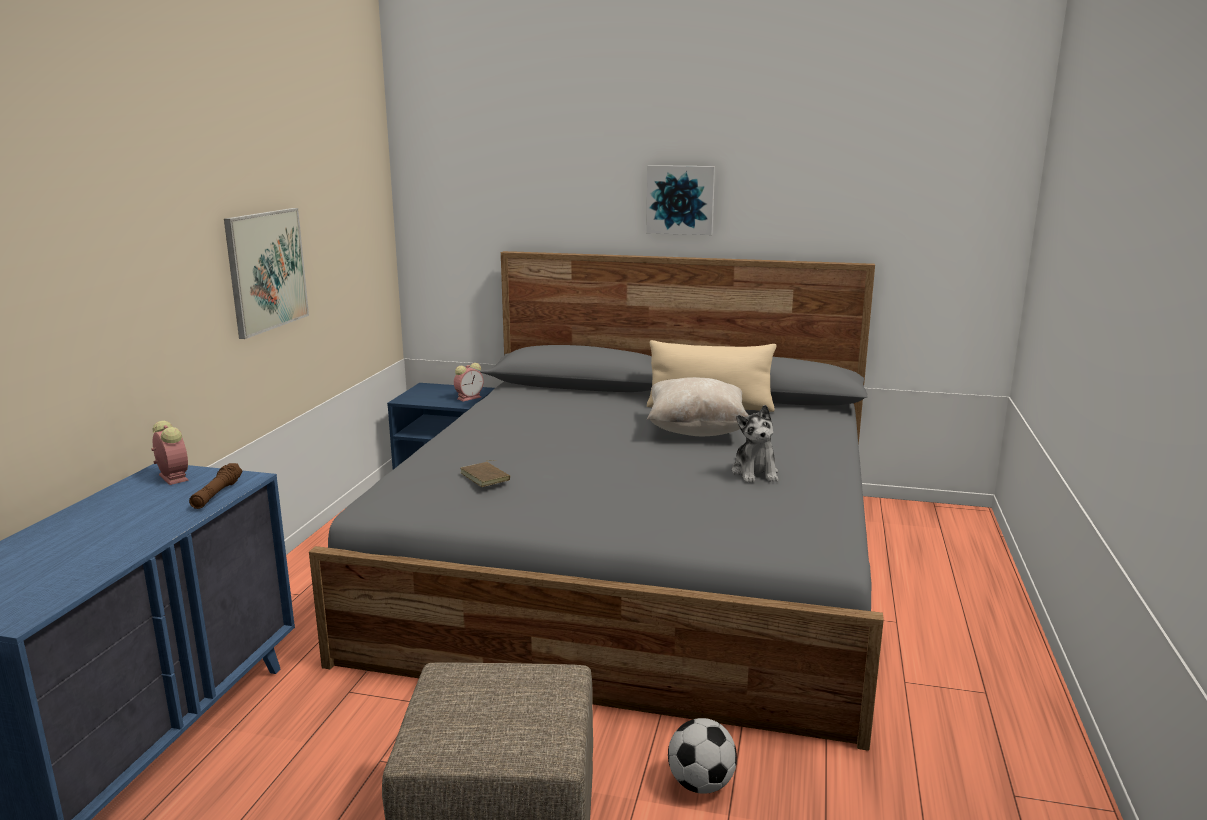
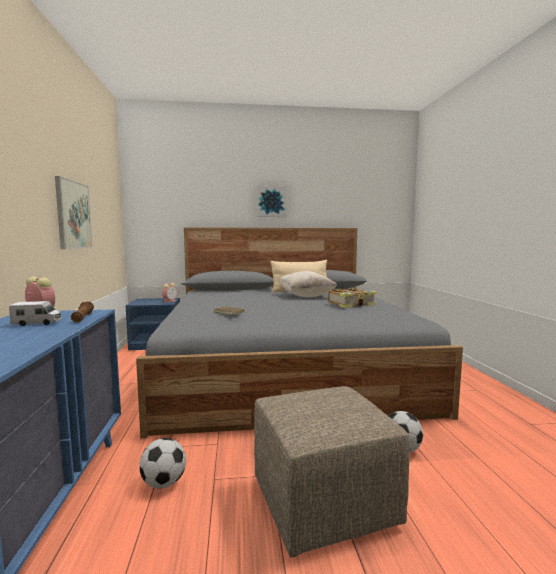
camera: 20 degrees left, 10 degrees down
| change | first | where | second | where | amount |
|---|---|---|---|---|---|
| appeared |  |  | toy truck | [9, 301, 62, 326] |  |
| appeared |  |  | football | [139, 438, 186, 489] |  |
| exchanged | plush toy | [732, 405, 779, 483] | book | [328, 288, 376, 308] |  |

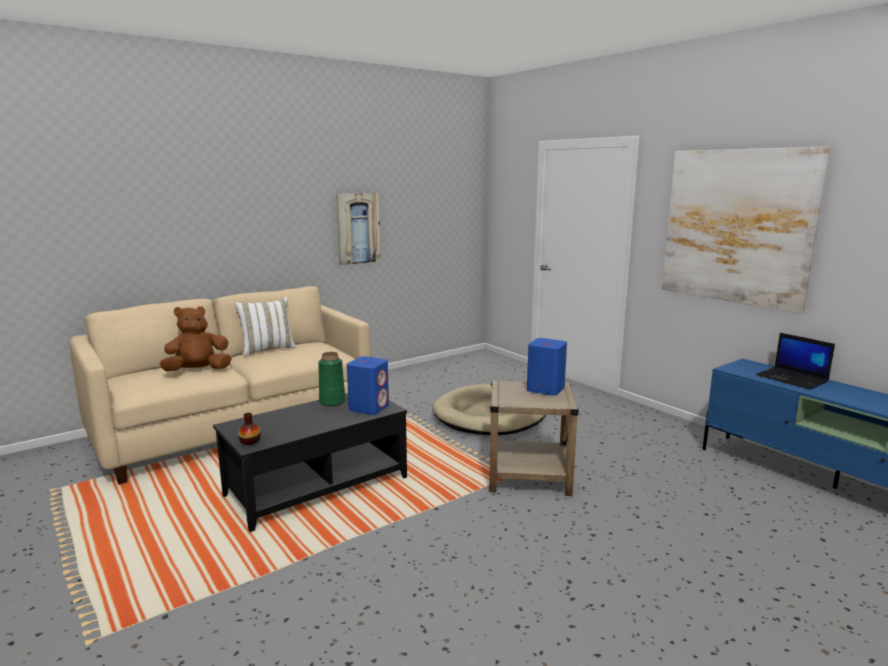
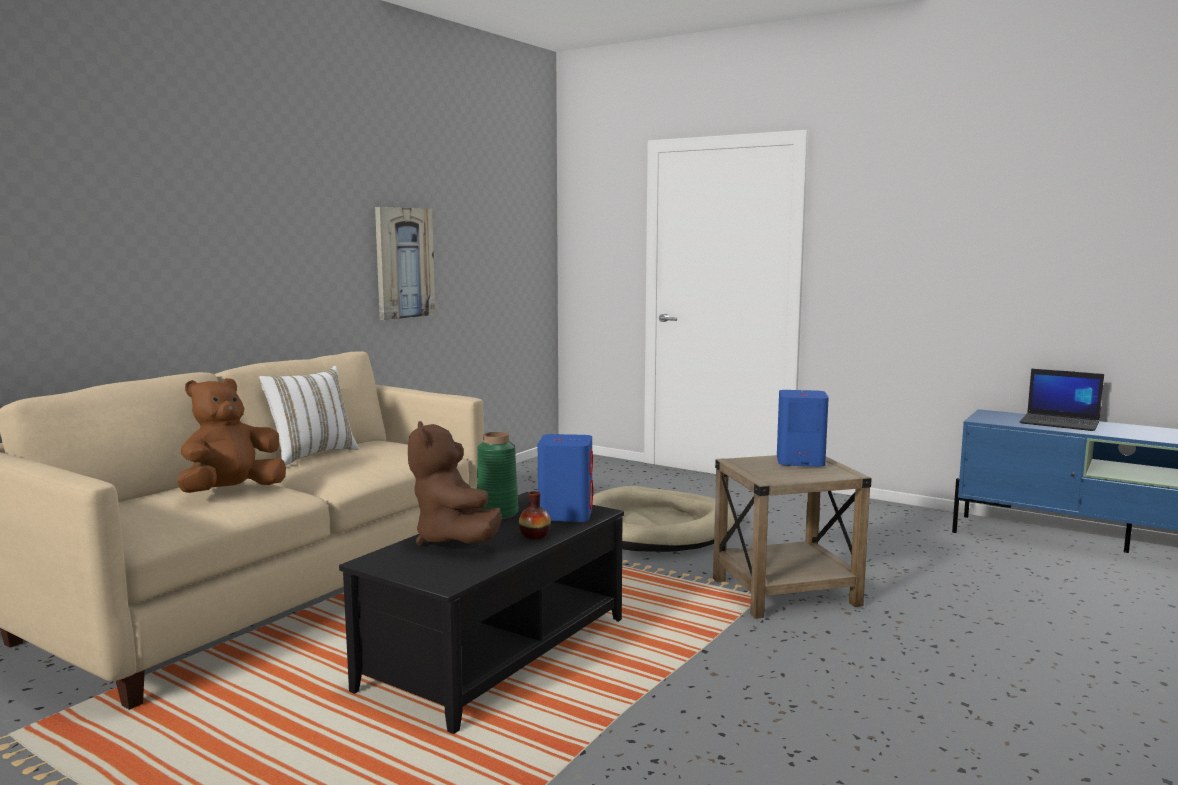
camera: 20 degrees left, 5 degrees down
| change | first | where | second | where | amount |
|---|---|---|---|---|---|
| appeared |  |  | brown plush toy | [408, 421, 502, 546] |  |
| relocated | vase | [238, 413, 261, 445] |  | [519, 491, 551, 539] |  |
| missing | picture | [662, 146, 831, 314] |  |  |  |

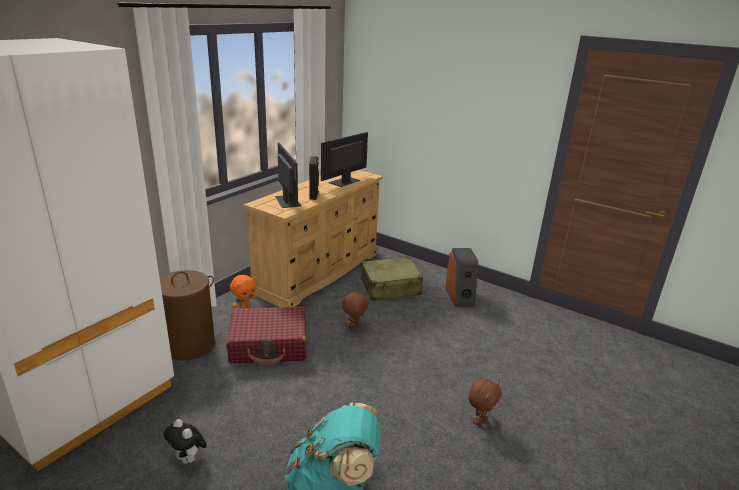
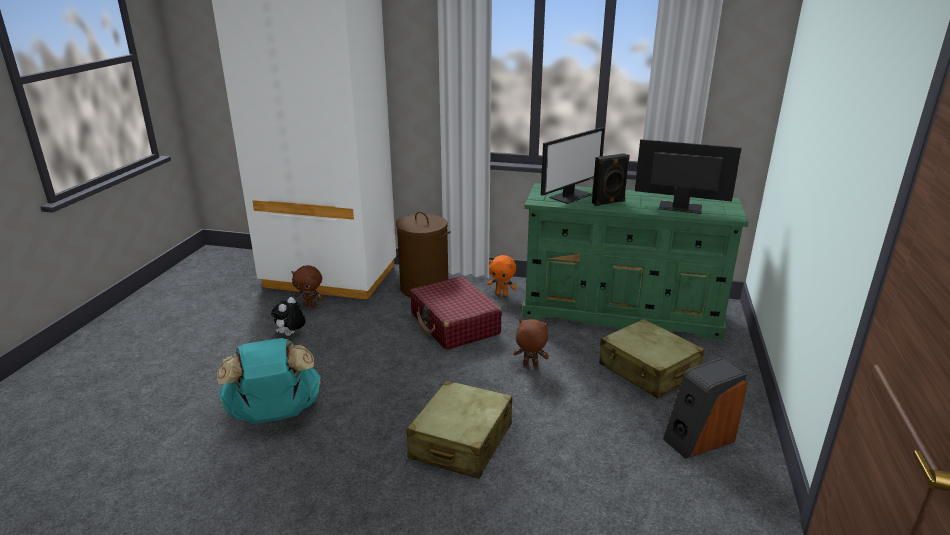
camera: 70 degrees right, 0 degrees up
| change | first | where | second | where | amount |
|---|---|---|---|---|---|
| relocated | brown plush toy | [468, 379, 502, 426] |  | [291, 265, 324, 307] |  |
| appeared |  |  | beige suitcase | [406, 380, 512, 479] |  |
| colour | beige dresser | [244, 170, 383, 307] | green dresser | [522, 183, 749, 340] |  |

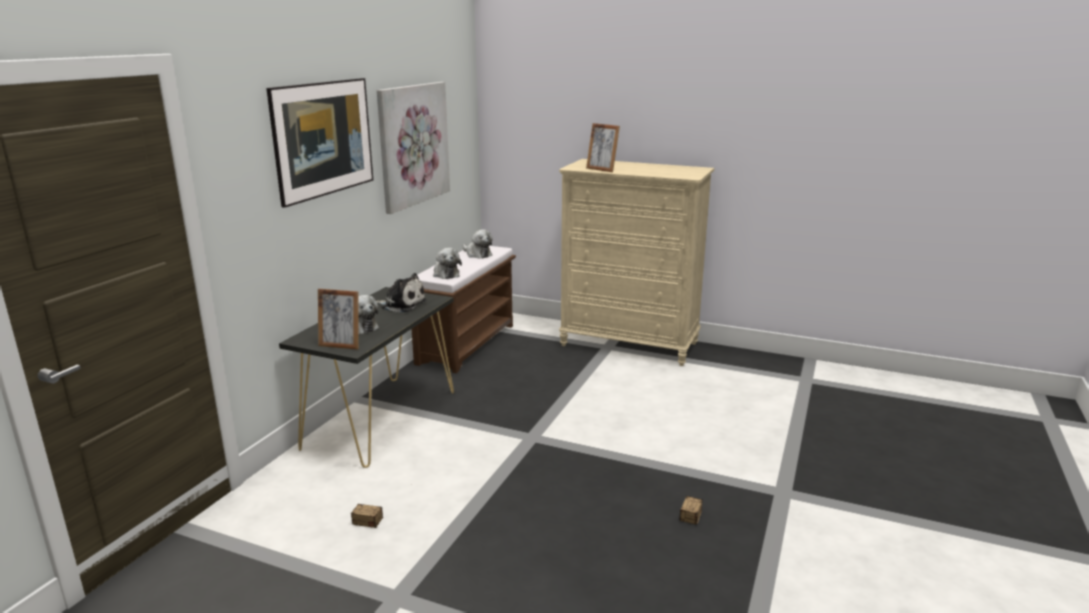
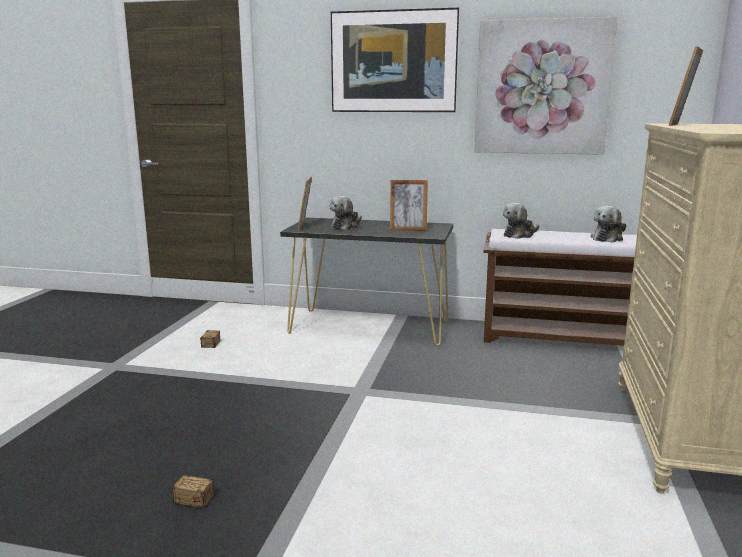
camera: 80 degrees right, 5 degrees down
| change | first | where | second | where | amount |
|---|---|---|---|---|---|
| exchanged | plush toy | [376, 273, 427, 312] | picture frame | [390, 180, 428, 231] |  |

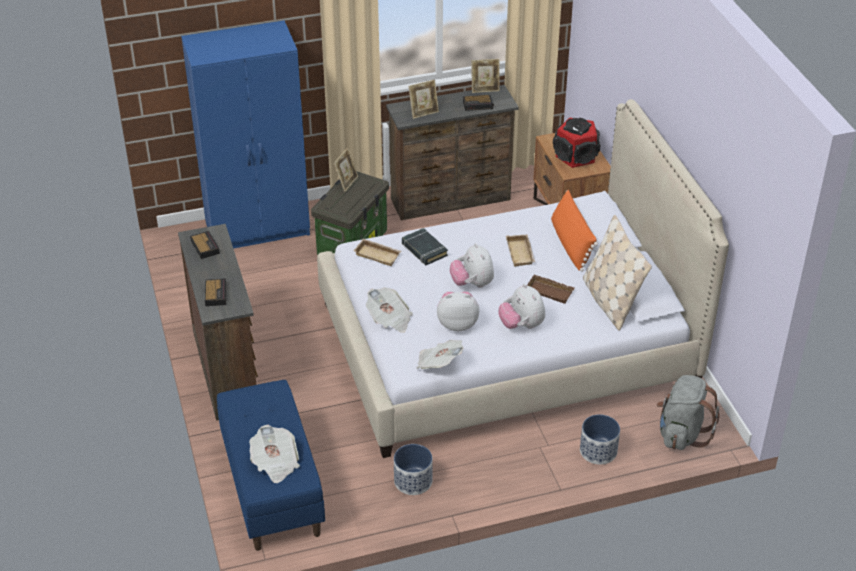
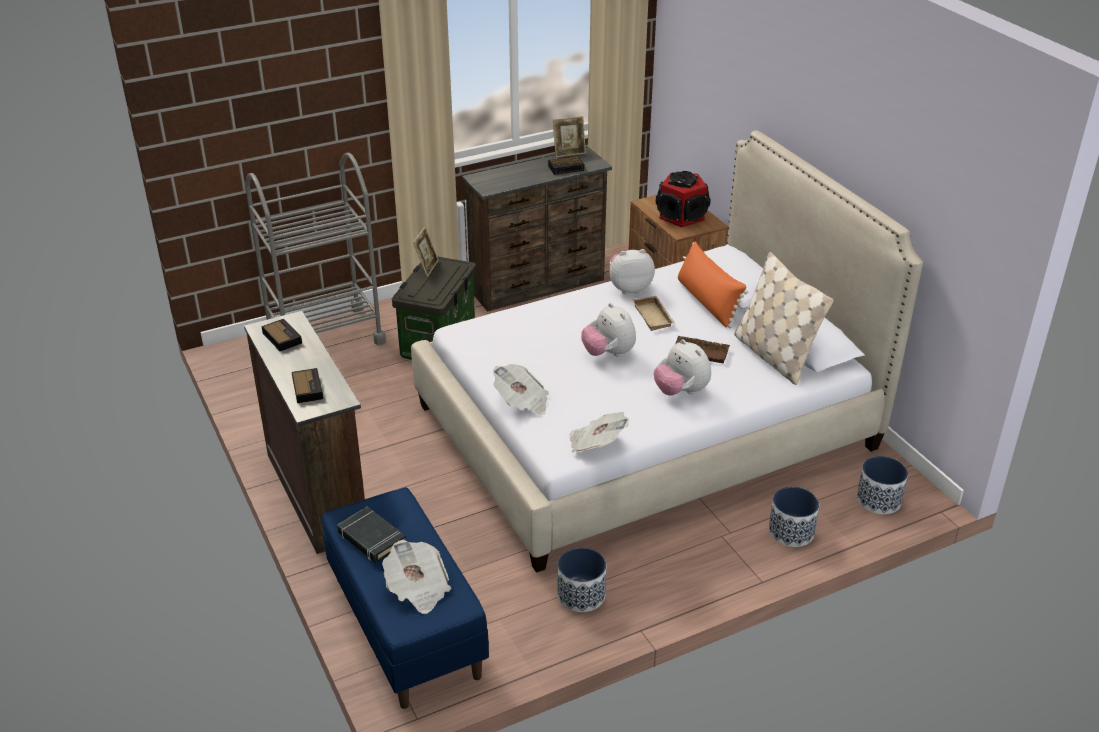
camera: 10 degrees left, 5 degrees down
| change | first | where | second | where | amount |
|---|---|---|---|---|---|
| exchanged | blue wardrobe | [181, 20, 310, 249] | grey cart | [245, 153, 386, 345] |  |
| relocated | black book | [402, 228, 448, 265] |  | [337, 506, 406, 563] |  |
| relocated | plush toy | [437, 292, 479, 331] |  | [609, 249, 655, 294] |  |
| exchanged | grey backpack | [657, 375, 719, 450] | planter | [857, 456, 908, 514] |  |
| missing | beige tray | [353, 239, 402, 266] |  |  |  |
| missing | picture frame | [409, 80, 439, 119] |  |  |  |

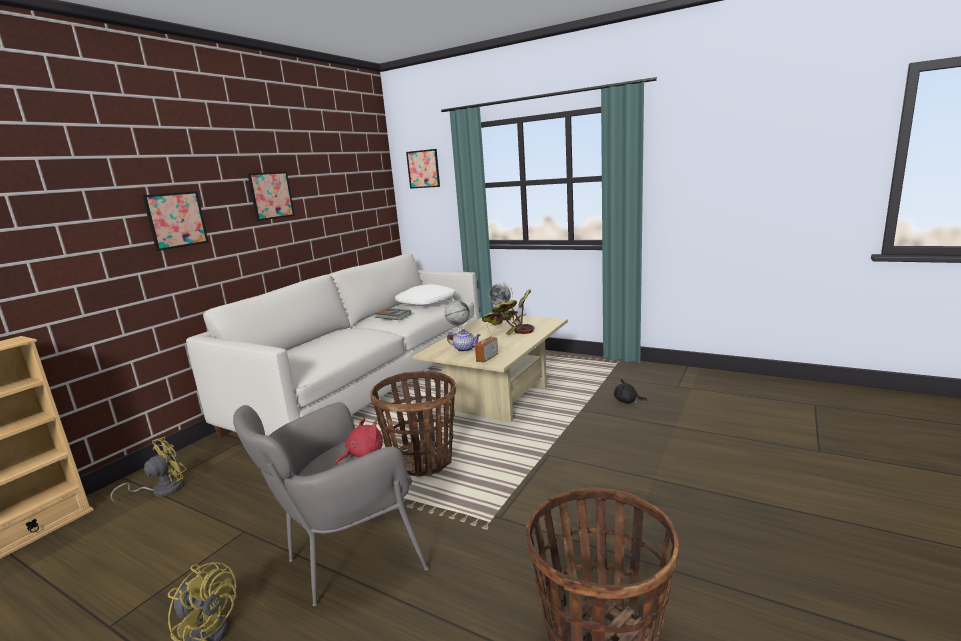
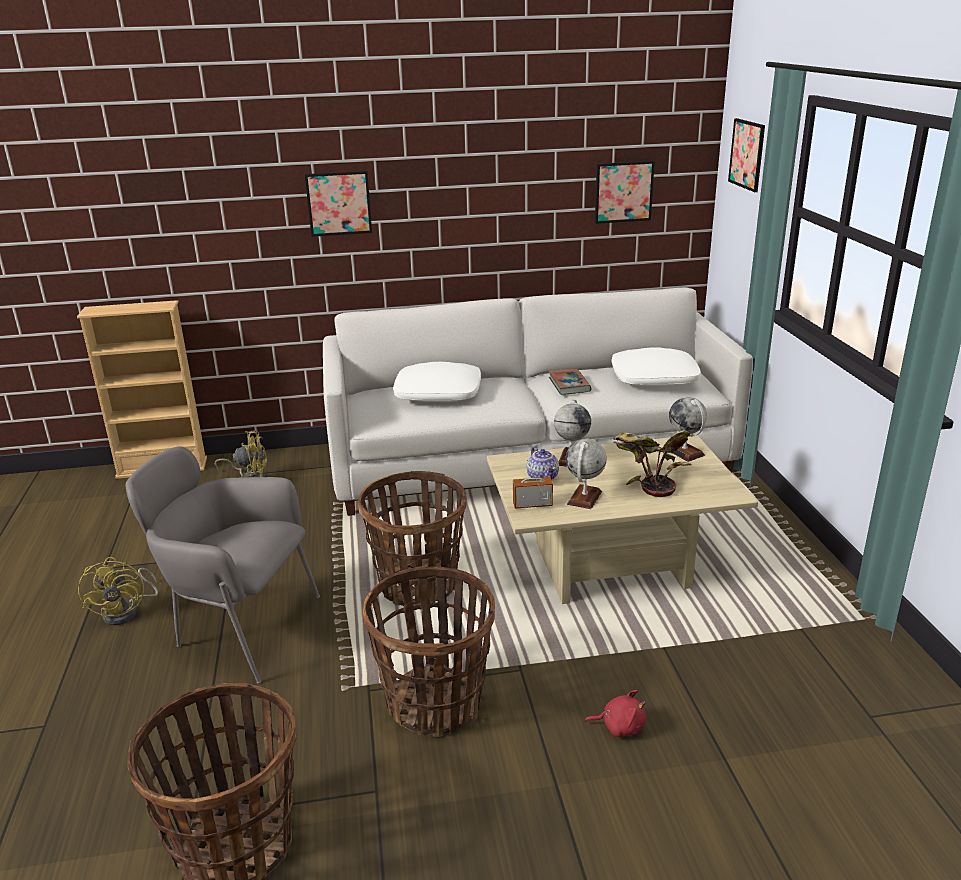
camera: 50 degrees right, 10 degrees up
| change | first | where | second | where | amount |
|---|---|---|---|---|---|
| appeared |  |  | basket | [363, 565, 495, 737] |  |
| appeared |  |  | white pillow | [393, 362, 481, 402] |  |
| appeared |  |  | globe | [566, 439, 607, 509] |  |
| relocated | red plush toy | [335, 418, 383, 465] |  | [585, 690, 646, 737] |  |
| relocated | picture | [247, 171, 295, 221] |  | [595, 161, 655, 224] |  |
| missing | black plush toy | [614, 379, 647, 403] |  |  |  |

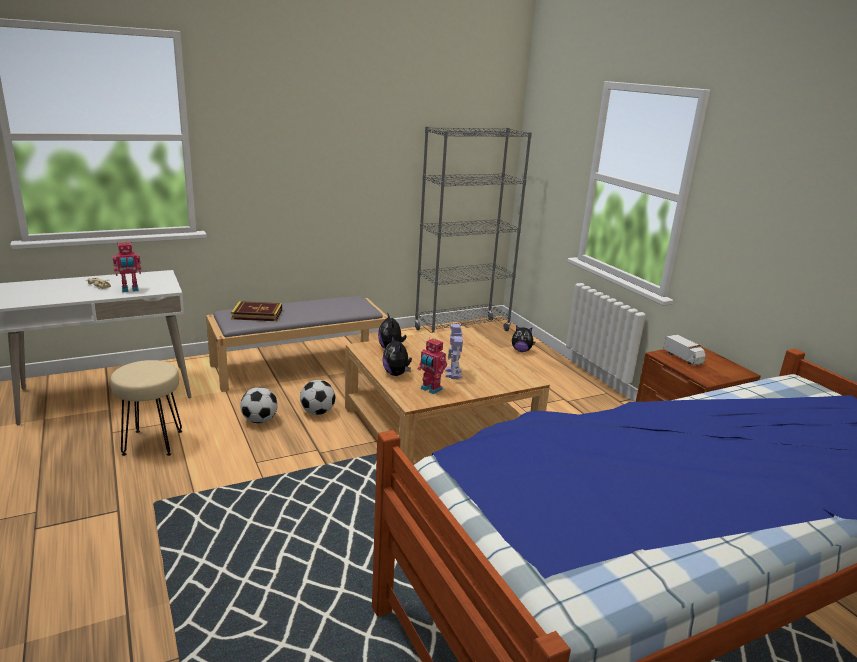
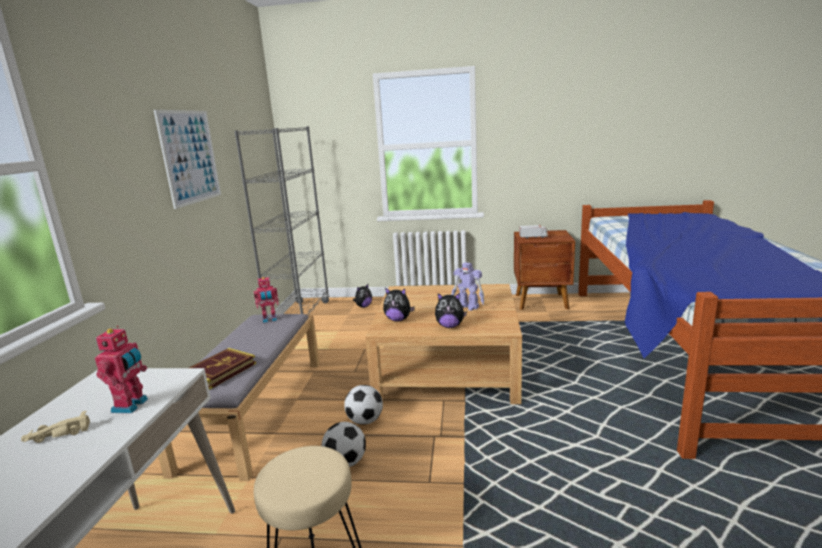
camera: 55 degrees left, 5 degrees down
| change | first | where | second | where | amount |
|---|---|---|---|---|---|
| appeared |  |  | picture | [154, 110, 221, 209] |  |
| relocated | toy robot | [418, 337, 447, 394] |  | [254, 277, 279, 323] |  |

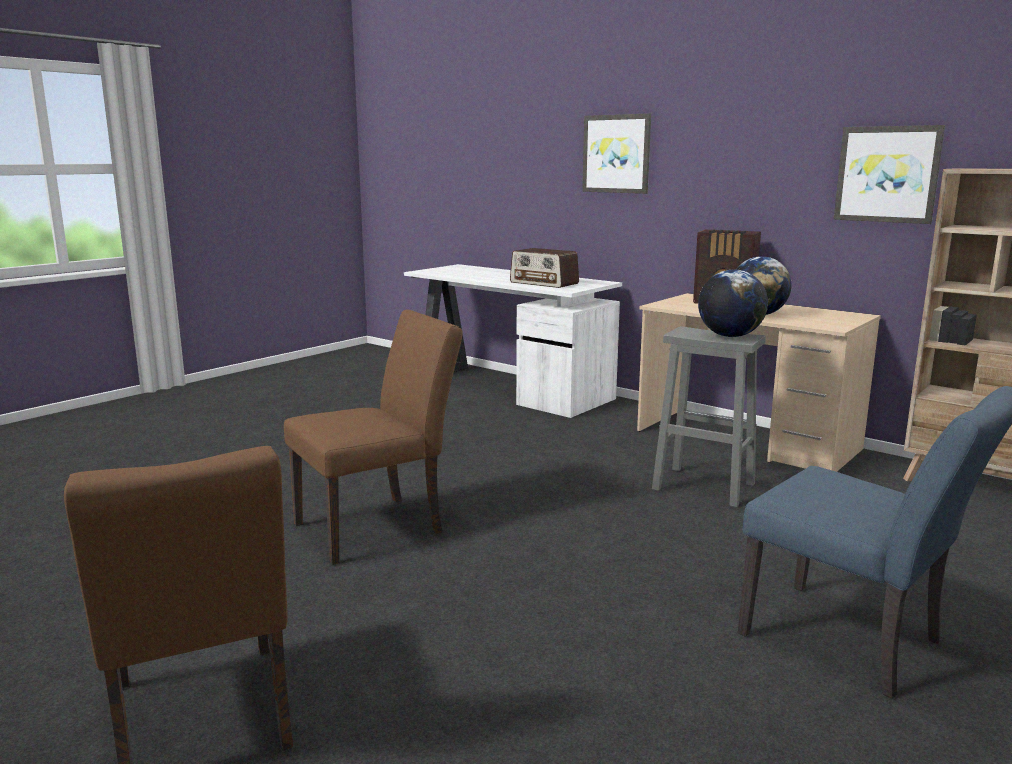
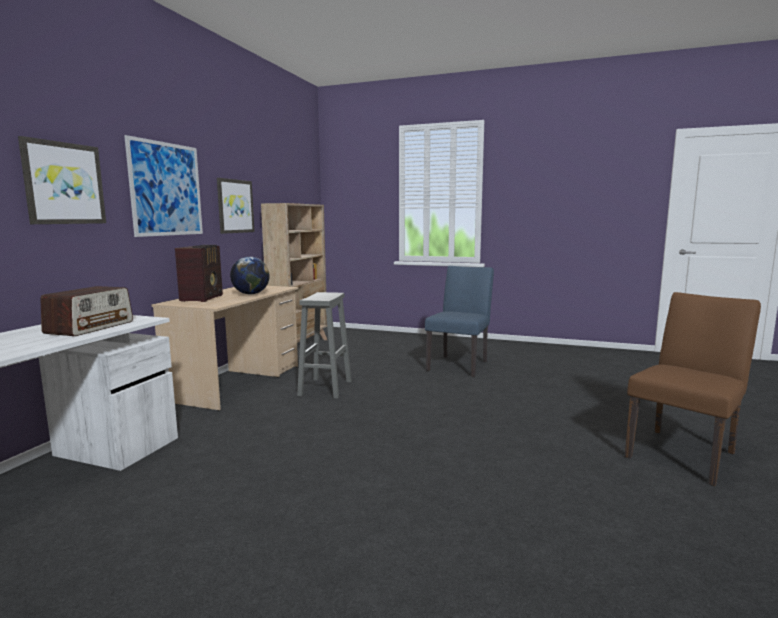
camera: 110 degrees left, 5 degrees down
| change | first | where | second | where | amount |
|---|---|---|---|---|---|
| appeared |  |  | picture | [124, 135, 203, 237] |  |
| missing | brown chair | [284, 310, 463, 565] |  |  |  |
| missing | globe | [698, 270, 768, 337] |  |  |  |

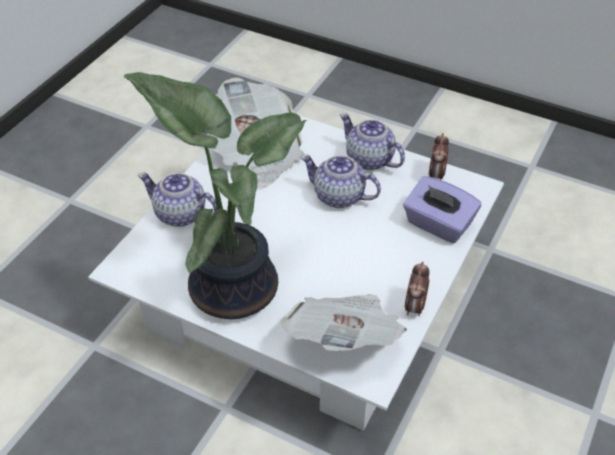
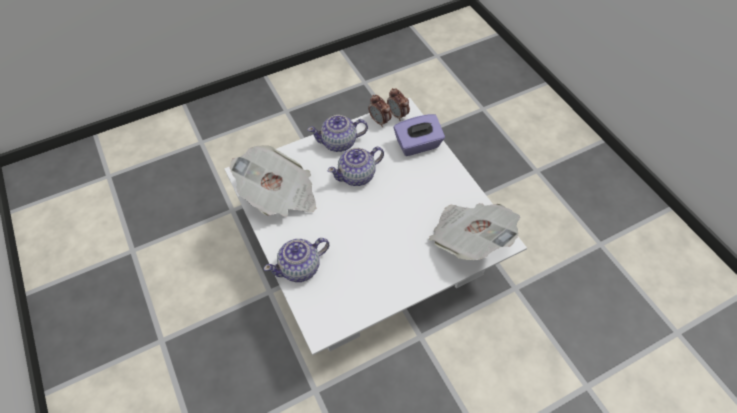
camera: 55 degrees left, 10 degrees up
| change | first | where | second | where | amount |
|---|---|---|---|---|---|
| relocated | alarm clock | [405, 262, 430, 316] |  | [387, 88, 410, 121] |  |
| missing | potted plant | [124, 72, 307, 319] |  |  |  |

